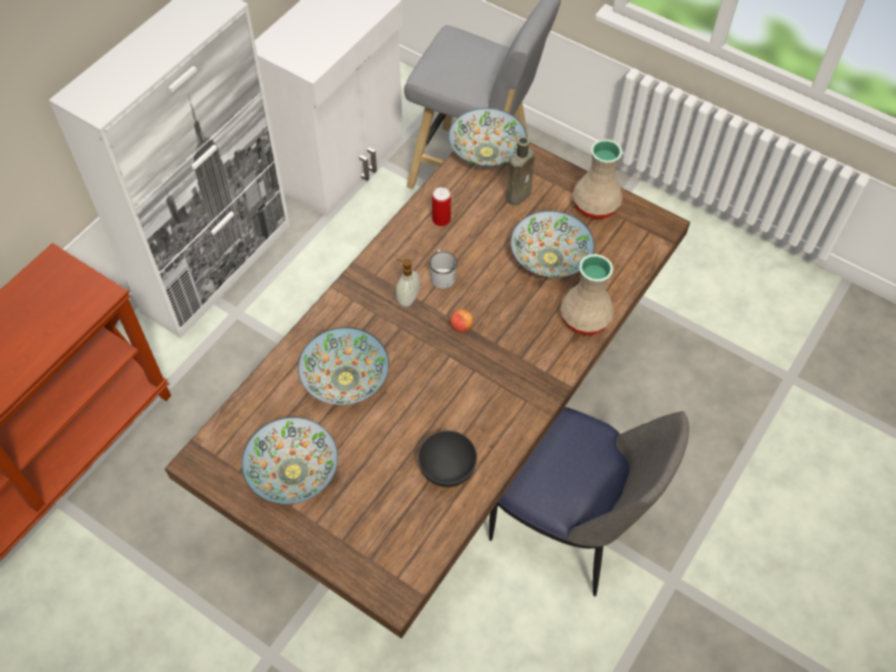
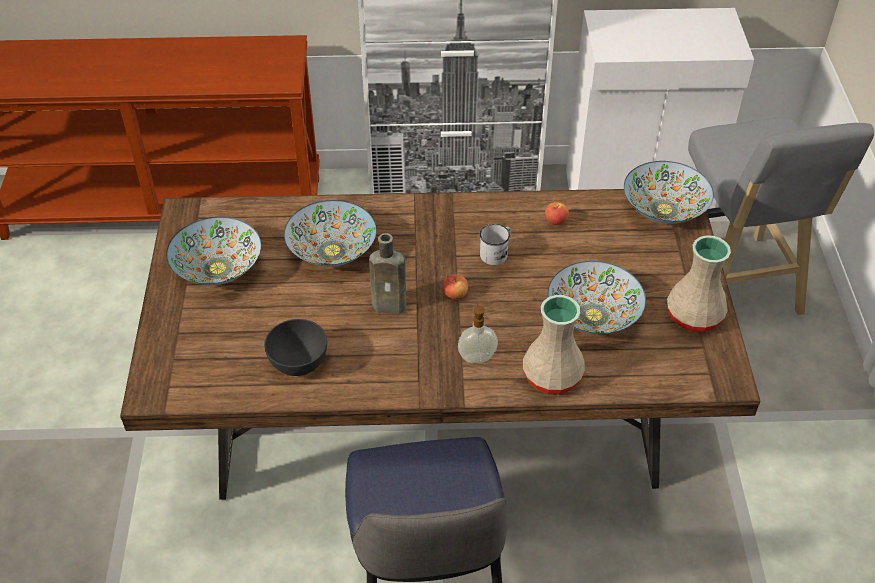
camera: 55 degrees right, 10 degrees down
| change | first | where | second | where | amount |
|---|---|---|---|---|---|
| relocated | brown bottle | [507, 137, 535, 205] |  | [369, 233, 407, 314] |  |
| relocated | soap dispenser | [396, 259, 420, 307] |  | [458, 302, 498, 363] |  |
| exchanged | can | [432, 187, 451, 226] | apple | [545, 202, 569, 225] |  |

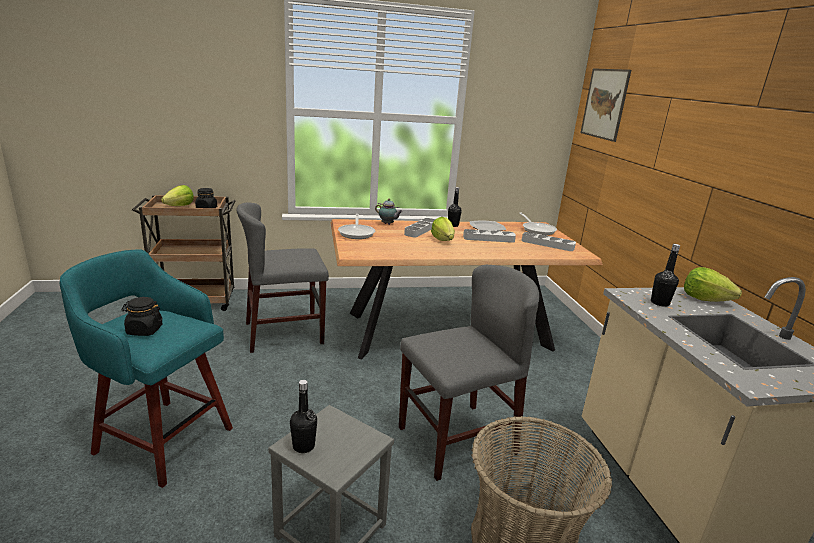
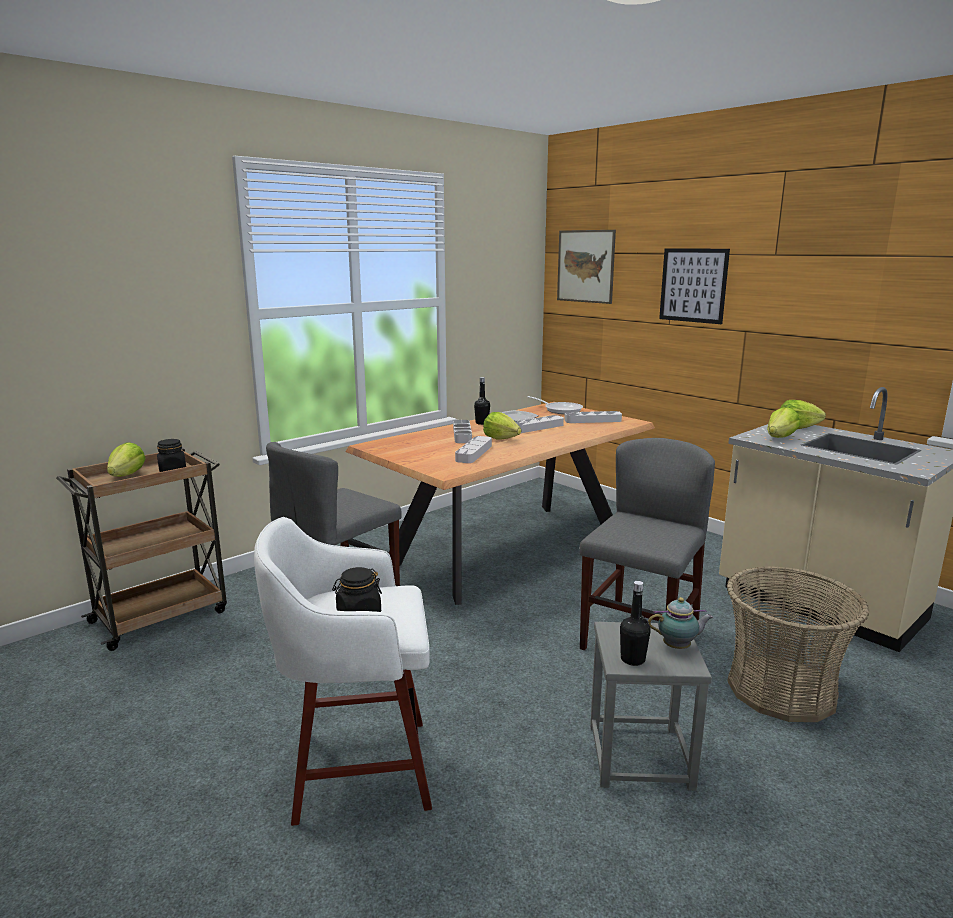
camera: 30 degrees left, 5 degrees down
| change | first | where | second | where | amount |
|---|---|---|---|---|---|
| colour | turquoise stool | [59, 250, 233, 488] | white stool | [254, 517, 432, 826] |  |
| appeared |  |  | grey tray | [455, 436, 492, 463] |  |
| relocated | teapot | [375, 199, 403, 225] |  | [648, 597, 713, 649] |  |
| appeared |  |  | picture | [659, 248, 730, 324] |  |
| exchanged | black bottle | [651, 244, 680, 307] | lettuce | [767, 407, 800, 438] |  |
| missing | frying pan | [338, 214, 375, 239] |  |  |  |

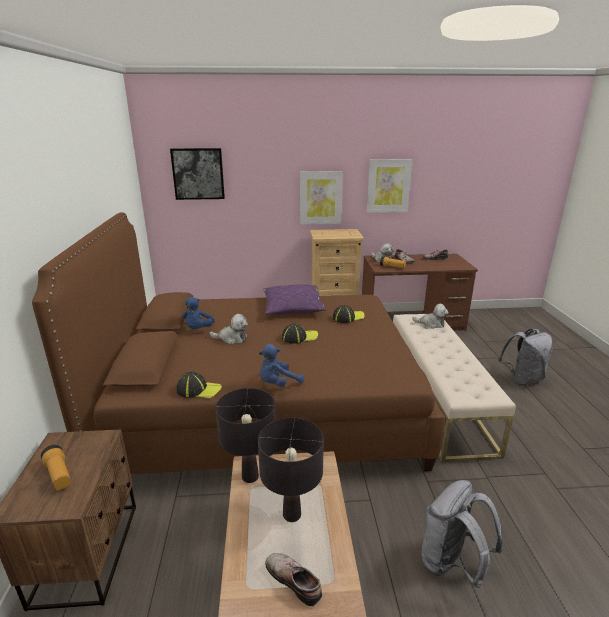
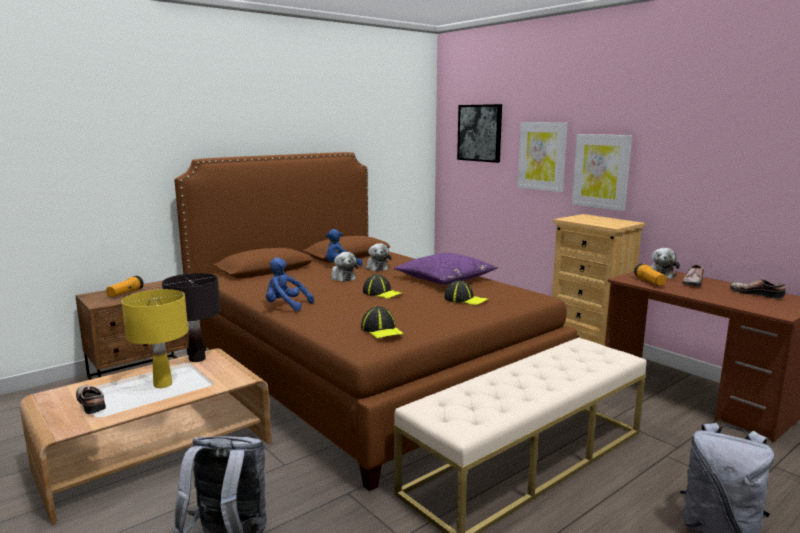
camera: 55 degrees right, 10 degrees down
| change | first | where | second | where | amount |
|---|---|---|---|---|---|
| spun | shoe | [265, 553, 322, 606] |  | [76, 386, 106, 414] | 45 degrees counterclockwise |
| colour | black table lamp | [258, 418, 324, 522] | yellow table lamp | [122, 289, 188, 388] |  |
| relocated | cap | [176, 371, 222, 398] |  | [361, 306, 404, 338] |  |
| relocated | plush toy | [413, 304, 448, 329] |  | [366, 243, 392, 271] |  |
| relocated | picture | [367, 159, 413, 213] |  | [518, 122, 568, 192] |  |

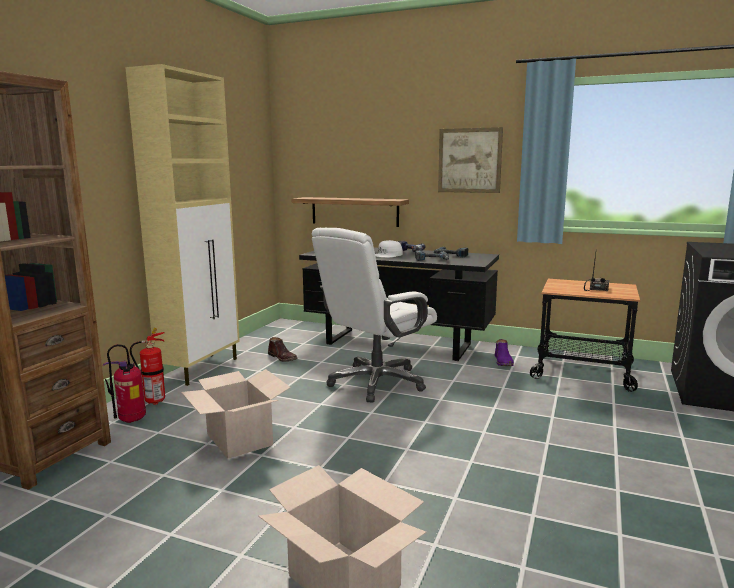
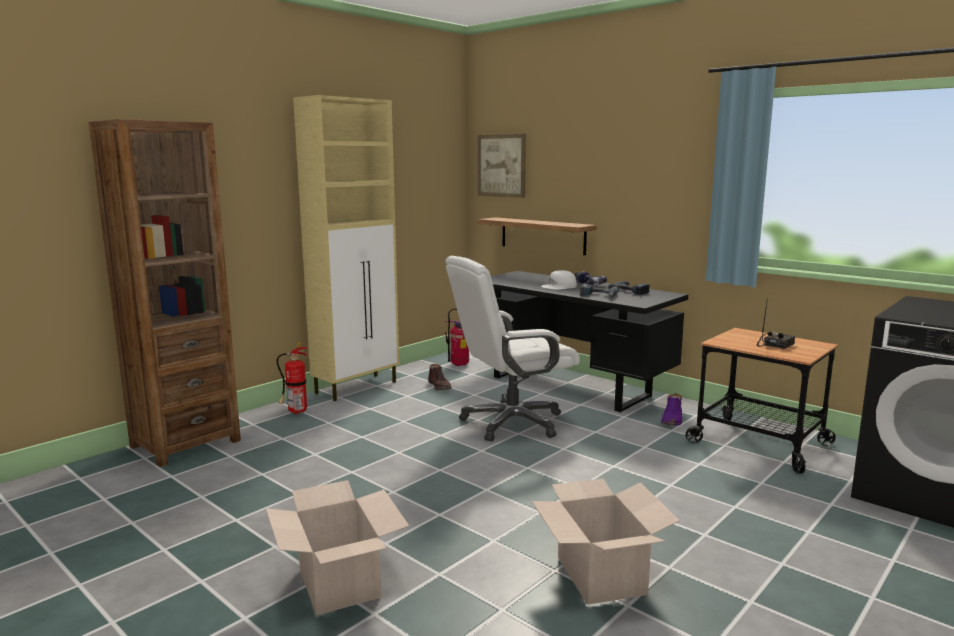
camera: 20 degrees right, 0 degrees up
| change | first | where | second | where | amount |
|---|---|---|---|---|---|
| relocated | fire extinguisher | [103, 344, 146, 423] |  | [445, 308, 469, 366] |  |
| relocated | picture | [438, 127, 503, 193] |  | [478, 134, 526, 198] |  |
| relocated | cardboard box | [181, 369, 291, 459] |  | [532, 479, 680, 605] |  |

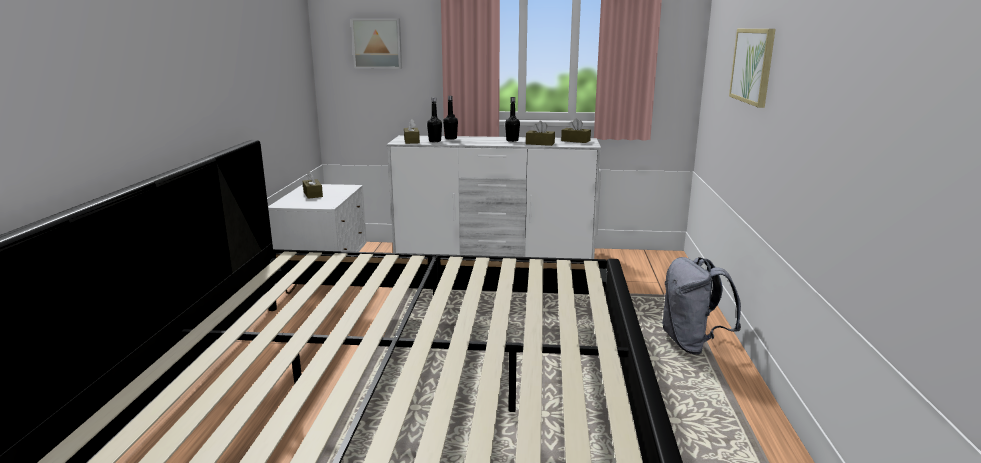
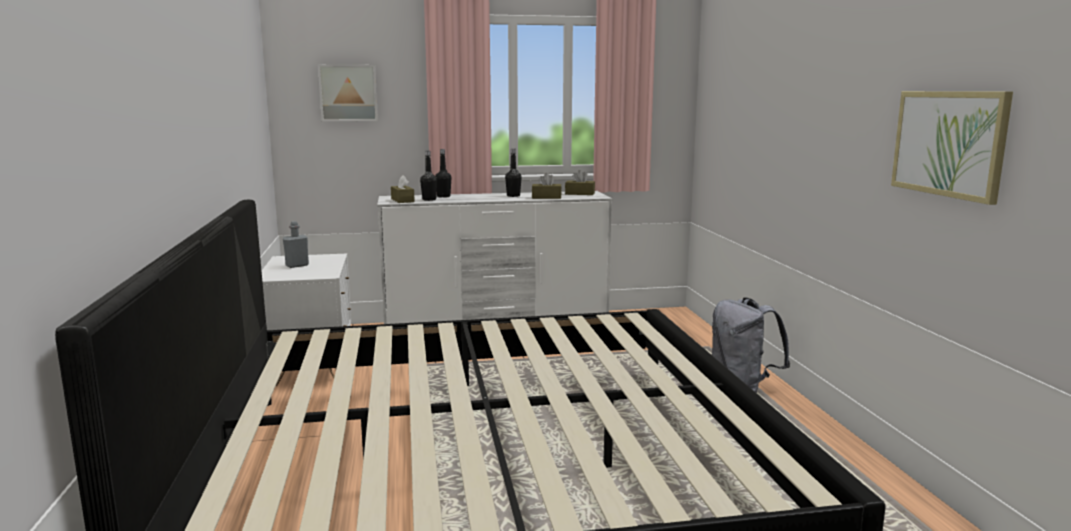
camera: 15 degrees left, 5 degrees down
| change | first | where | second | where | amount |
|---|---|---|---|---|---|
| exchanged | brown tissue box | [303, 171, 323, 199] | grey bottle | [283, 221, 309, 268] |  |
| relocated | picture | [729, 29, 775, 108] |  | [891, 91, 1013, 205] |  |

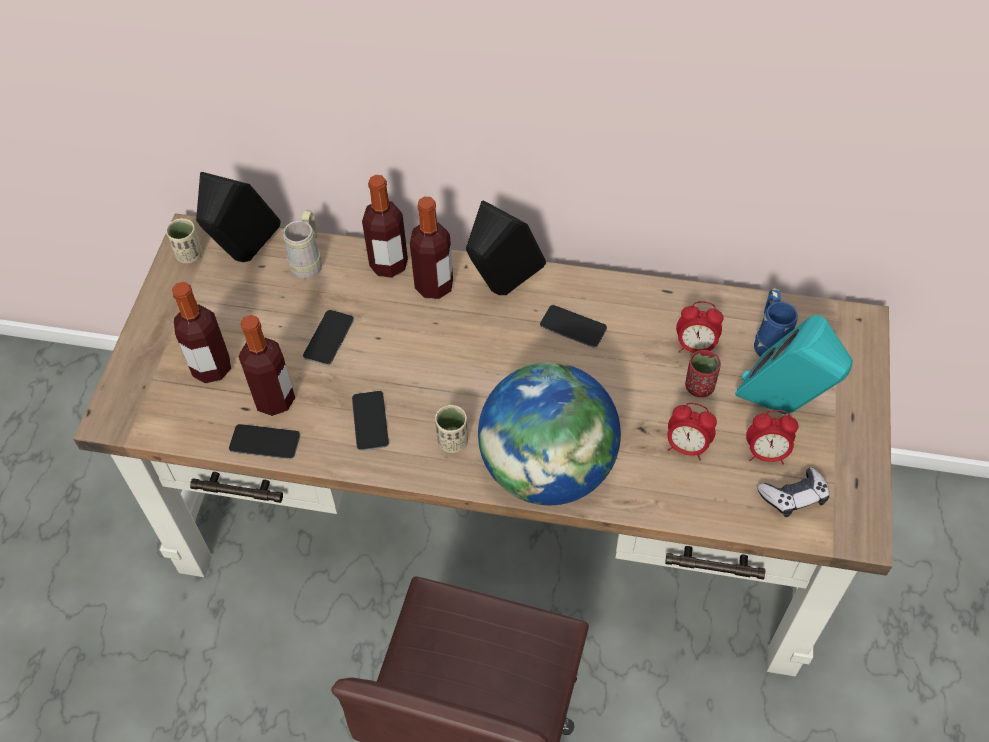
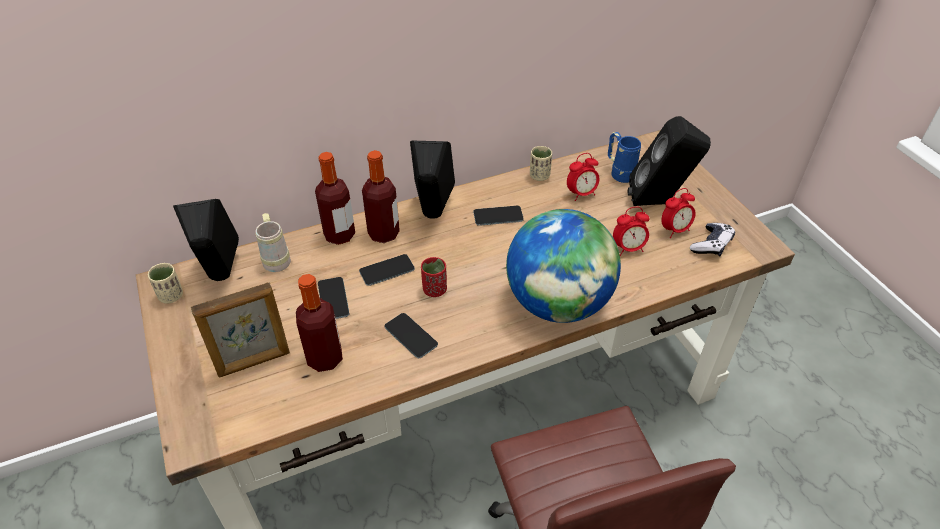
camera: 35 degrees left, 10 degrees down
| change | first | where | second | where | amount |
|---|---|---|---|---|---|
| exchanged | bottle | [172, 282, 231, 383] | picture frame | [191, 282, 290, 377] |  |
| relocated | phone | [229, 424, 300, 459] |  | [359, 254, 415, 286] |  |
| relocated | red cup | [685, 350, 721, 397] |  | [421, 257, 447, 297] |  |
| relocated | beige cup | [435, 405, 468, 453] |  | [530, 146, 552, 181] |  |
| colour | turquoise speaker | [735, 315, 853, 414] | black speaker | [628, 116, 711, 206] |  |

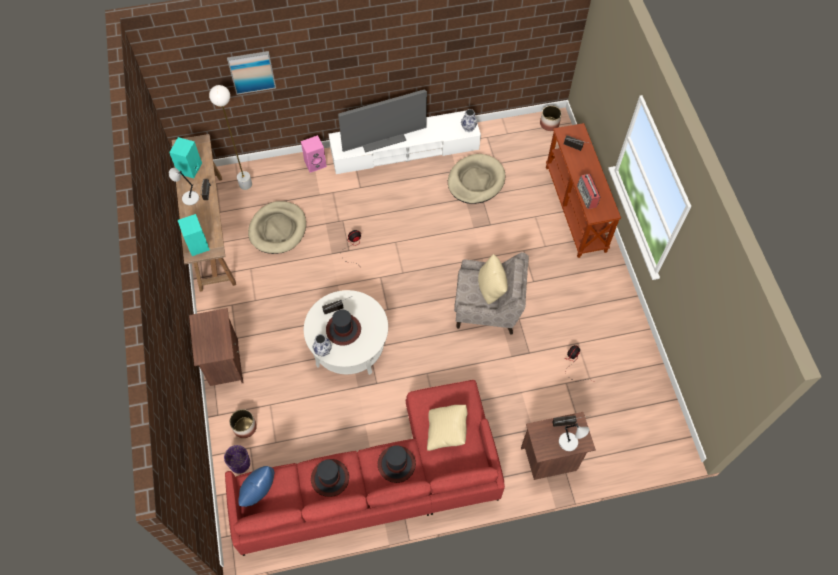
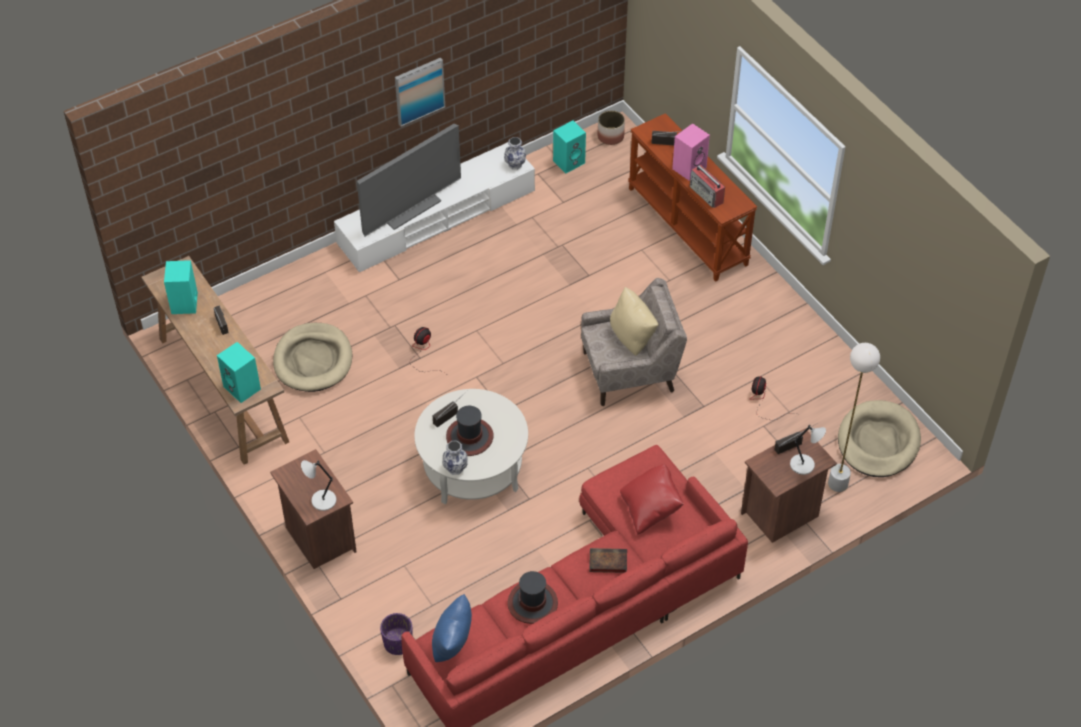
camera: 20 degrees left, 10 degrees down
| change | first | where | second | where | amount |
|---|---|---|---|---|---|
| relocated | grey table lamp | [169, 168, 199, 205] |  | [301, 460, 336, 511] |  |
| relocated | picture | [227, 51, 276, 95] |  | [395, 58, 445, 127] |  |
| appeared |  |  | turquoise speaker | [553, 121, 586, 173] |  |
| exchanged | hat | [378, 445, 416, 483] | book | [589, 548, 627, 573] |  |
| colour | beige pillow | [427, 405, 467, 451] | red pillow | [620, 464, 683, 534] |  |
| relocated | pink speaker | [301, 135, 327, 173] |  | [672, 123, 710, 181] |  |
| relocated | white floor lamp | [209, 85, 252, 190] |  | [828, 343, 880, 492] |  |
| relocated | beige dog bed | [448, 154, 505, 204] |  | [838, 400, 921, 477] |  |
| missing | planter | [229, 409, 257, 438] |  |  |  |

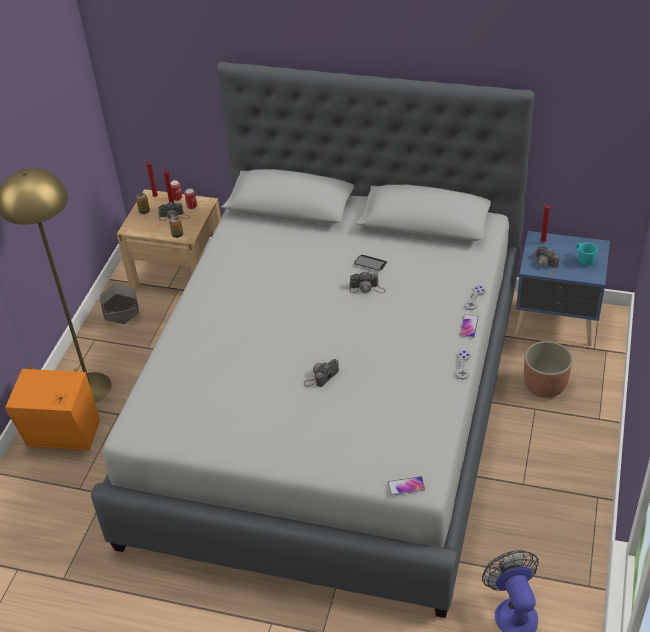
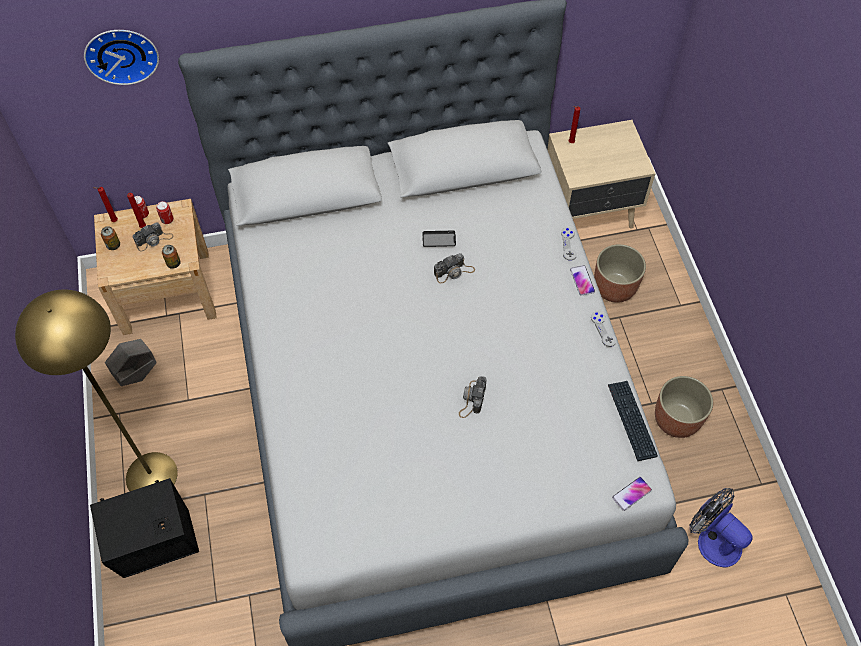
camera: 30 degrees left, 15 degrees up
| change | first | where | second | where | amount |
|---|---|---|---|---|---|
| appeared |  |  | wall clock | [84, 30, 159, 85] |  |
| colour | orange speaker | [5, 367, 100, 451] | black speaker | [90, 478, 199, 578] |  |
| colour | blue nightstand | [515, 231, 610, 346] | beige nightstand | [548, 120, 656, 229] |  |
| appeared |  |  | keyboard | [608, 381, 658, 461] |  |
| appeared |  |  | planter | [655, 376, 713, 438] |  |
| missing | photo camera | [532, 246, 559, 275] |  |  |  |
| missing | turquoise mug | [576, 242, 598, 266] |  |  |  |

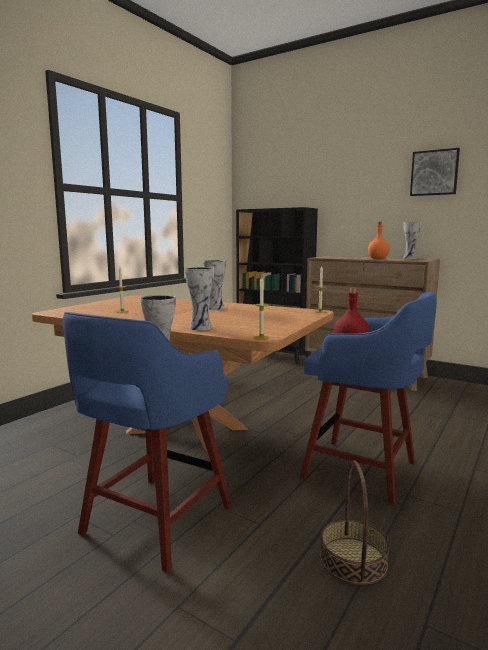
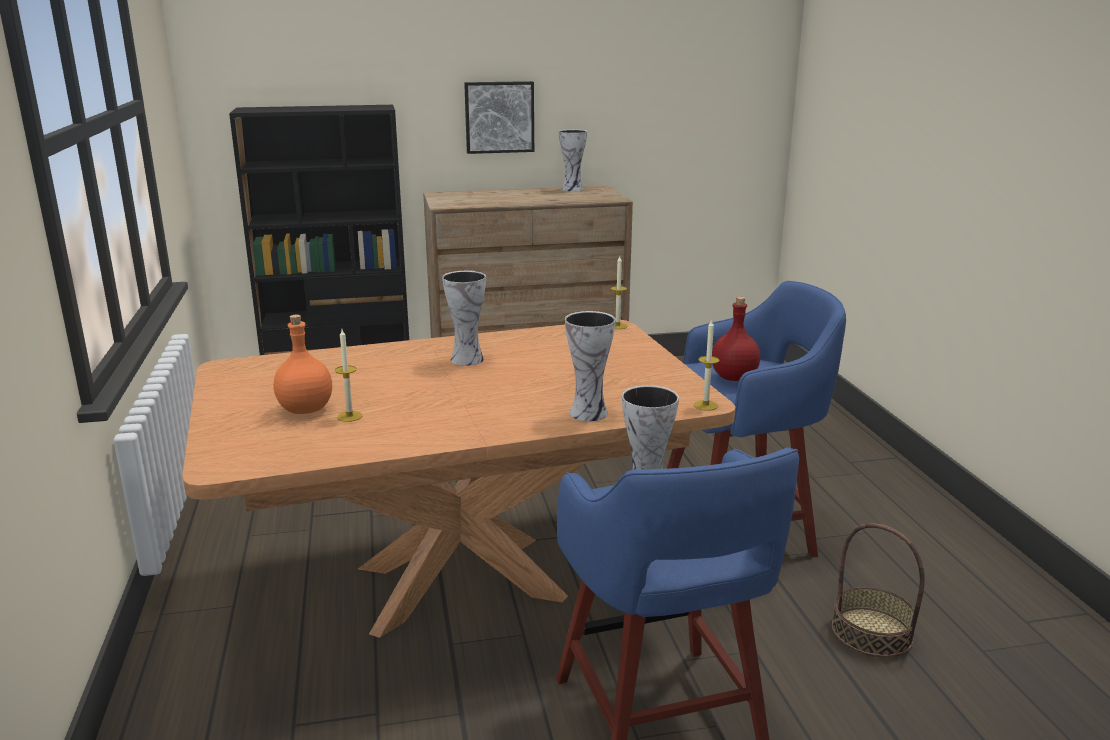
camera: 45 degrees left, 10 degrees up
| change | first | where | second | where | amount |
|---|---|---|---|---|---|
| relocated | orange bottle | [368, 222, 390, 259] |  | [274, 315, 332, 414] |  |
| relocated | picture | [410, 148, 460, 196] |  | [464, 81, 534, 154] |  |

